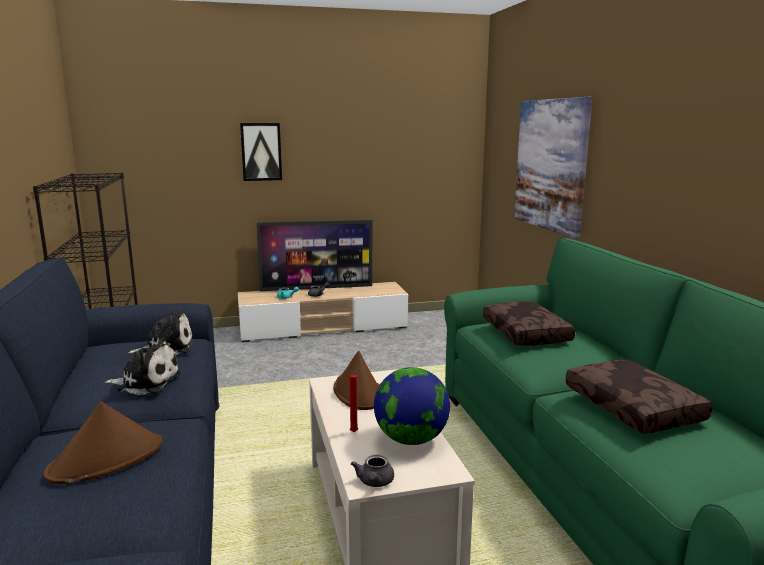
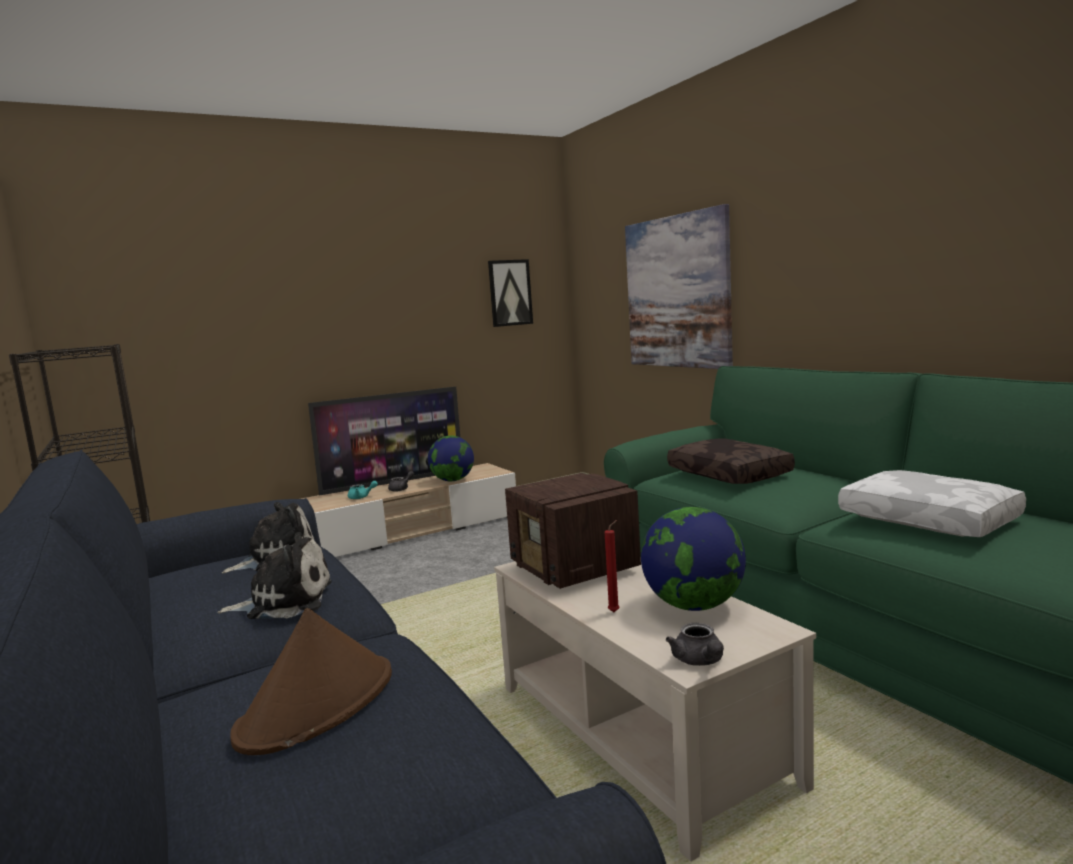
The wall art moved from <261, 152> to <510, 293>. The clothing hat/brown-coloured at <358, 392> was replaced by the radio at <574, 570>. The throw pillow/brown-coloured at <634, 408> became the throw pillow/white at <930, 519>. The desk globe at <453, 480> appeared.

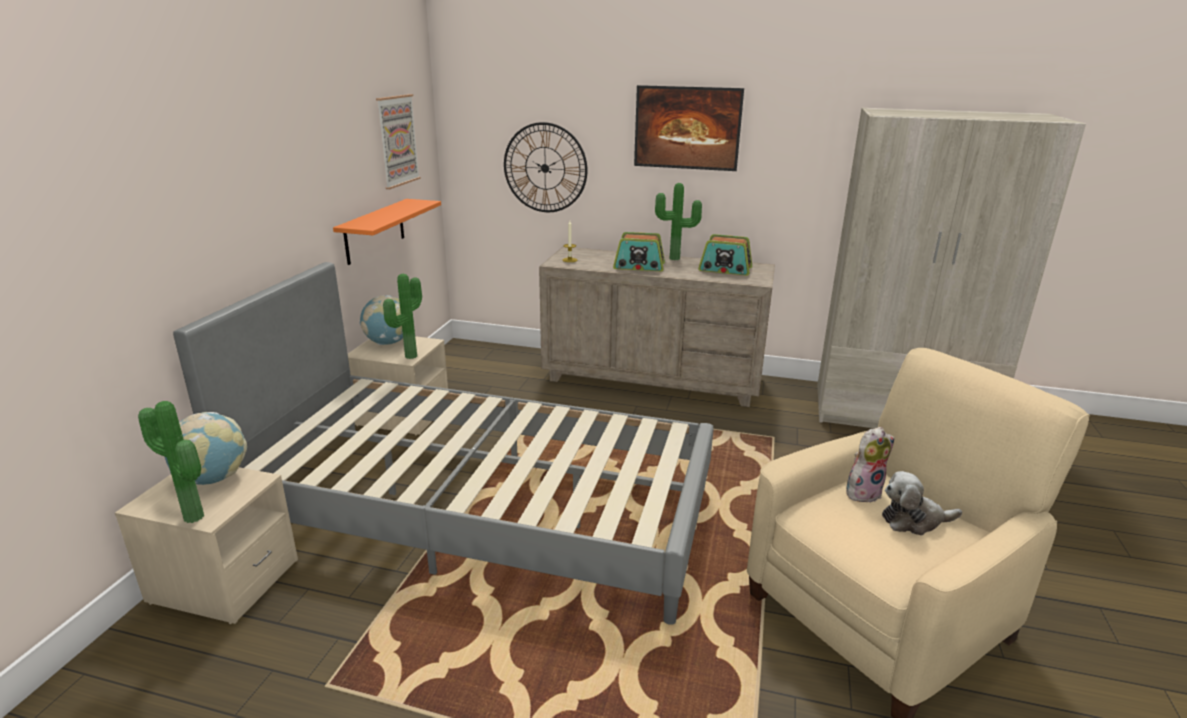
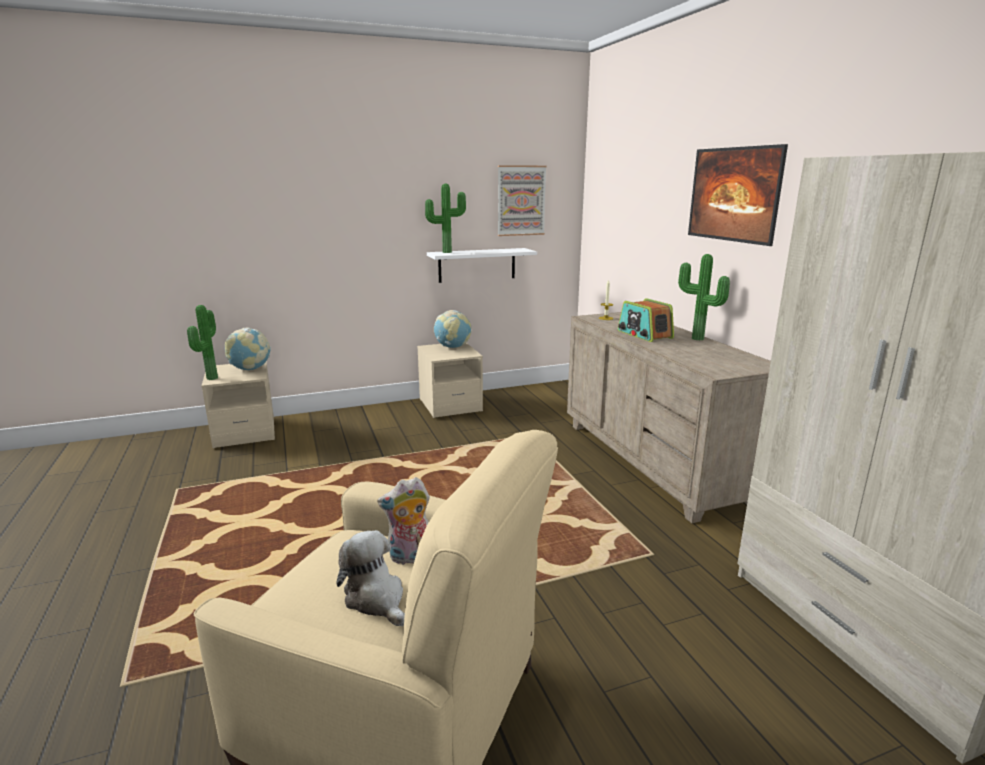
The bed/grey at <479, 510> disappeared. The bracket shelf/orange-coloured at <374, 231> became the bracket shelf/white at <477, 265>. The plant in a pot moved from <409, 356> to <446, 252>. The clock on the wall at <545, 168> disappeared. The radio at <725, 269> disappeared. The cuddly toy at <863, 492> turned 135 degrees clockwise.

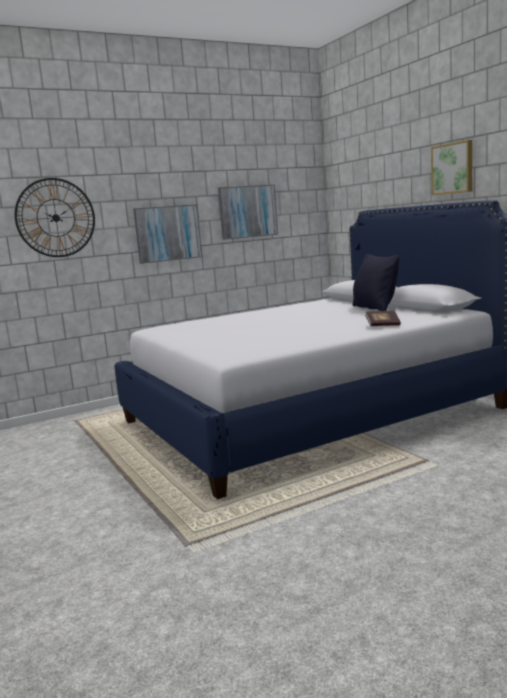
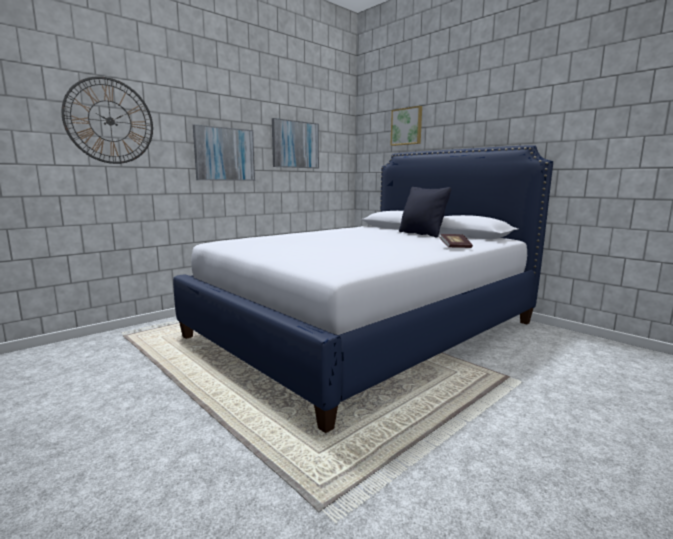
The wall art moved from <453, 168> to <407, 126>.

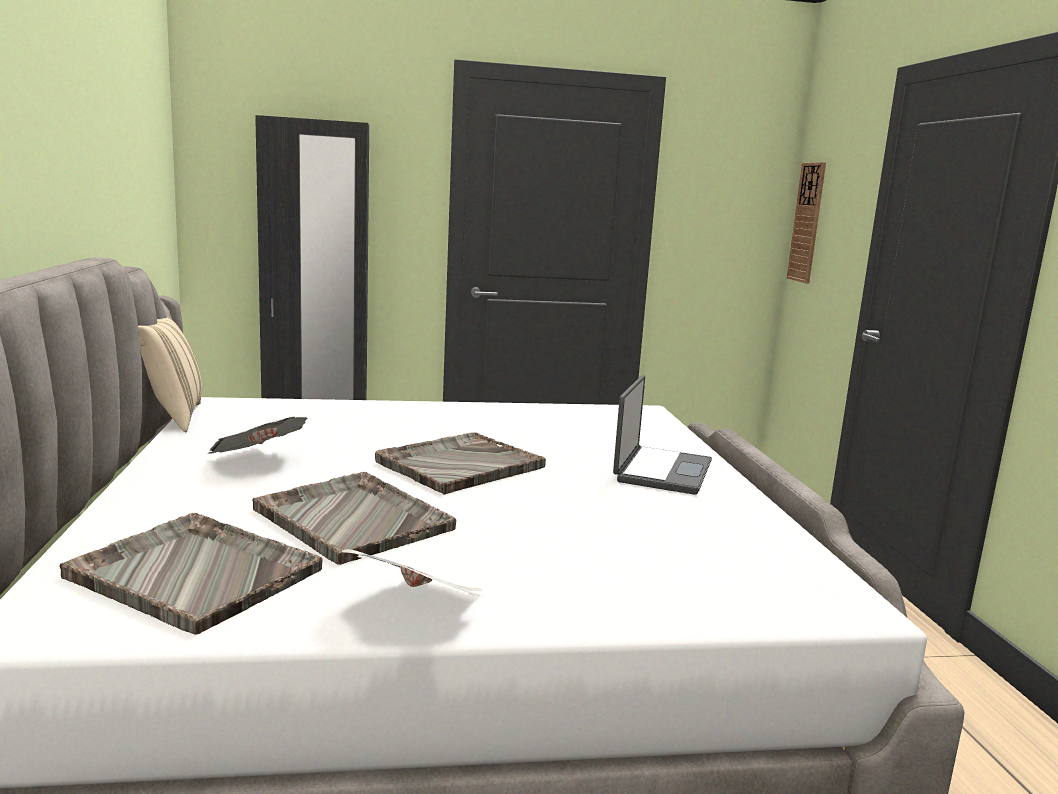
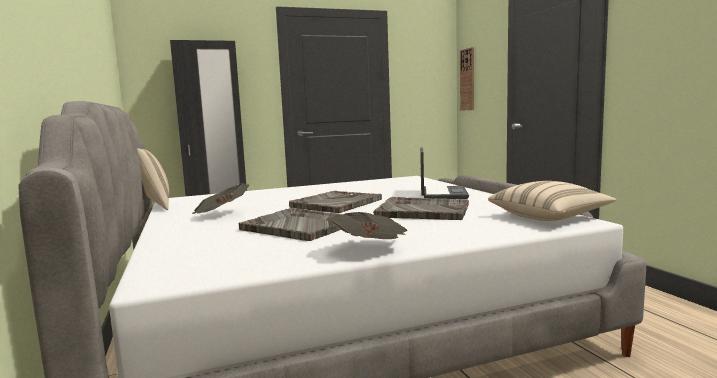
The carrying tray/grey moved from <193, 573> to <422, 211>. The throw pillow/beige at <549, 217> appeared.

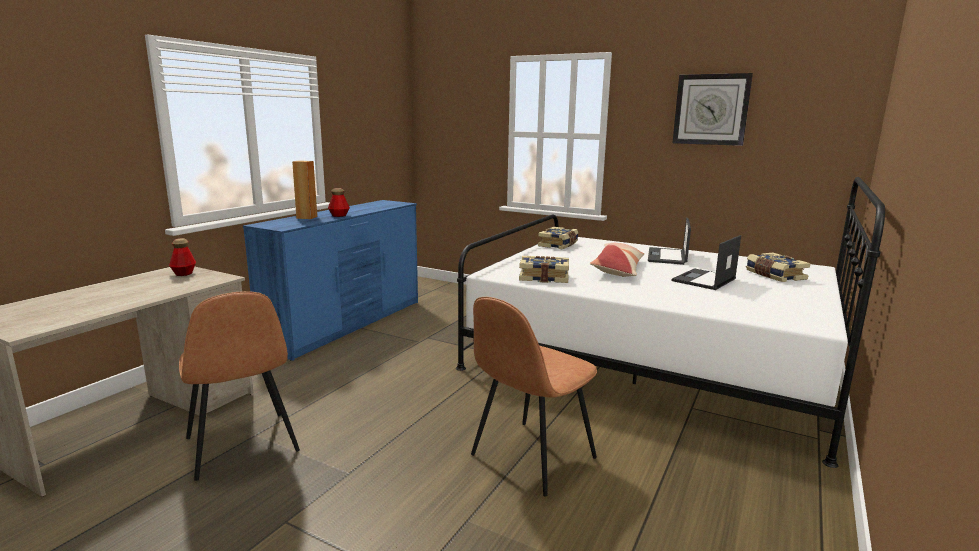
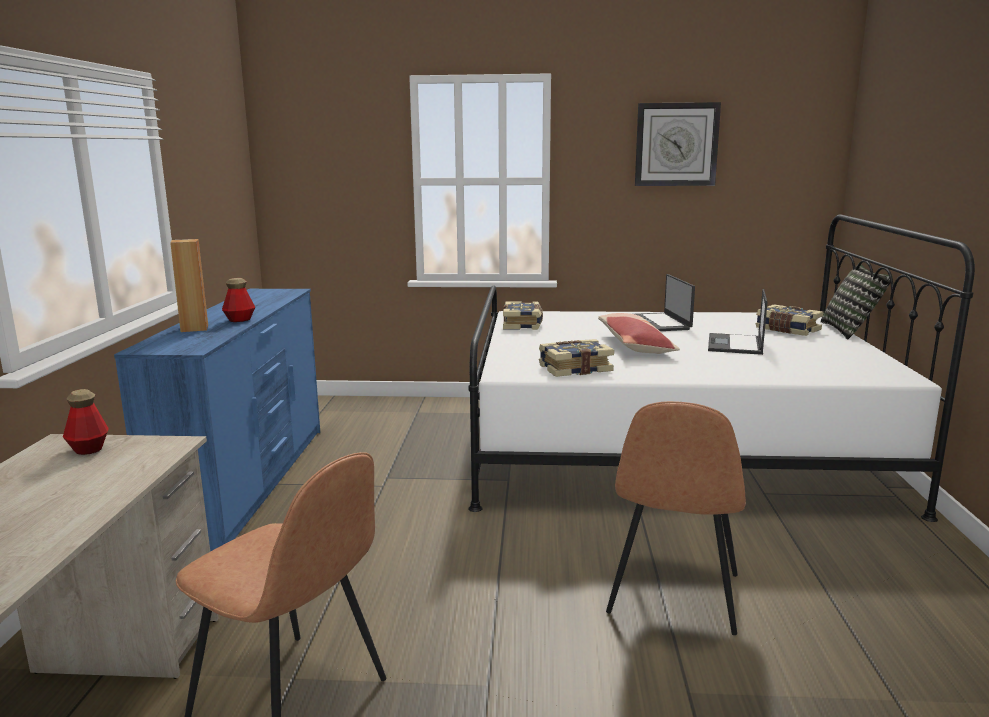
The throw pillow at <851, 330> appeared.

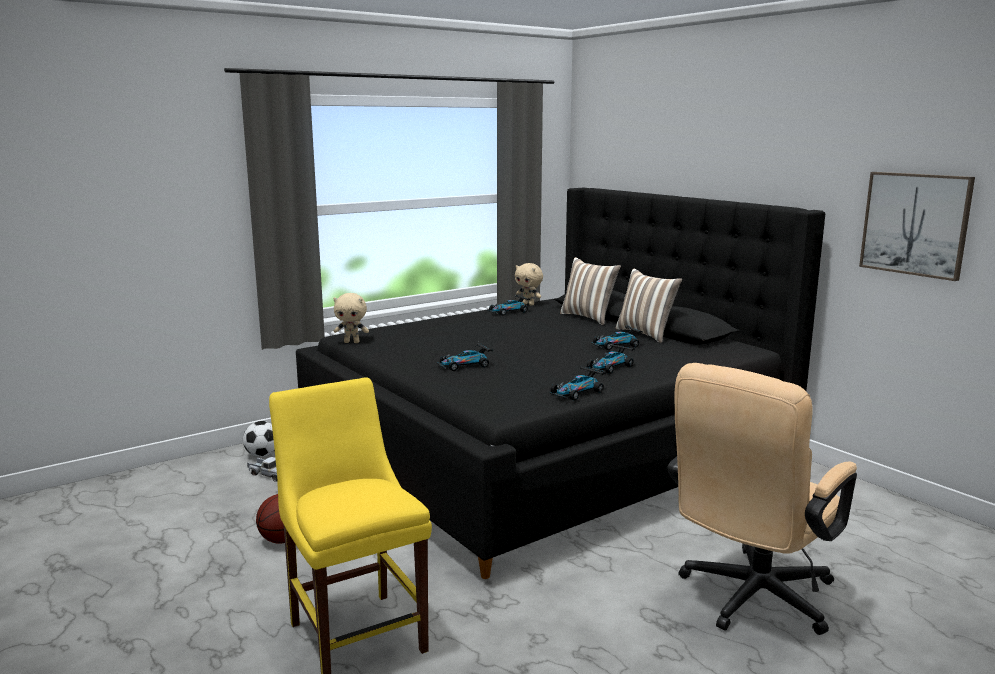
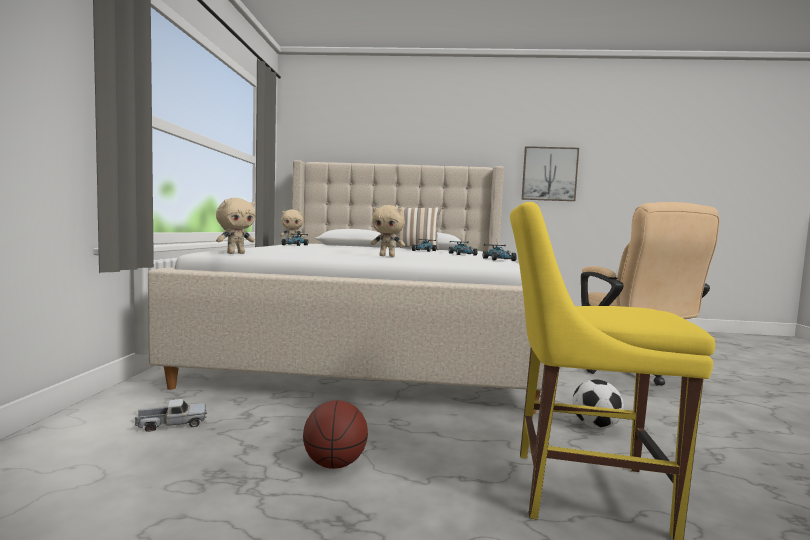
The football moved from <263, 455> to <595, 426>. The bed/black-coloured at <546, 452> became the bed/beige at <377, 345>. The model car at <464, 365> was replaced by the cuddly toy/beige at <387, 256>. The throw pillow at <589, 317> disappeared.

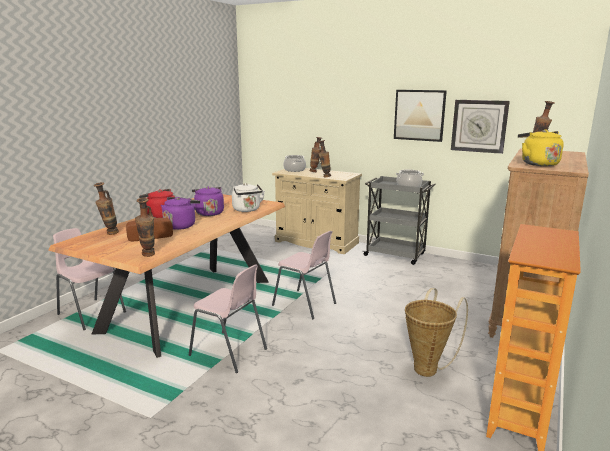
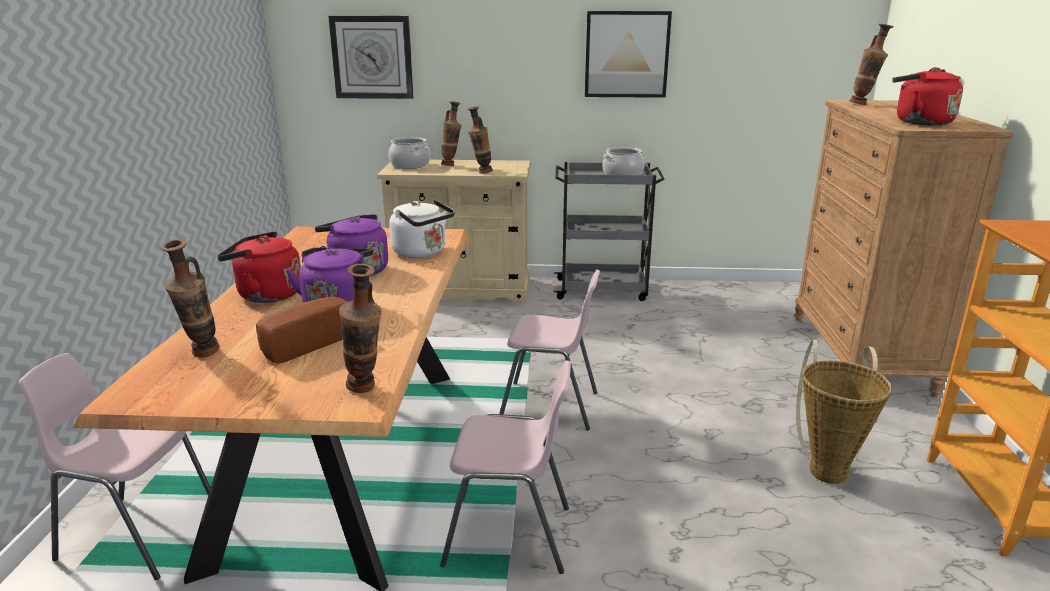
The clock on the wall moved from <479, 126> to <372, 57>. The kettle/yellow-coloured at <537, 164> became the kettle/reddish at <919, 122>.

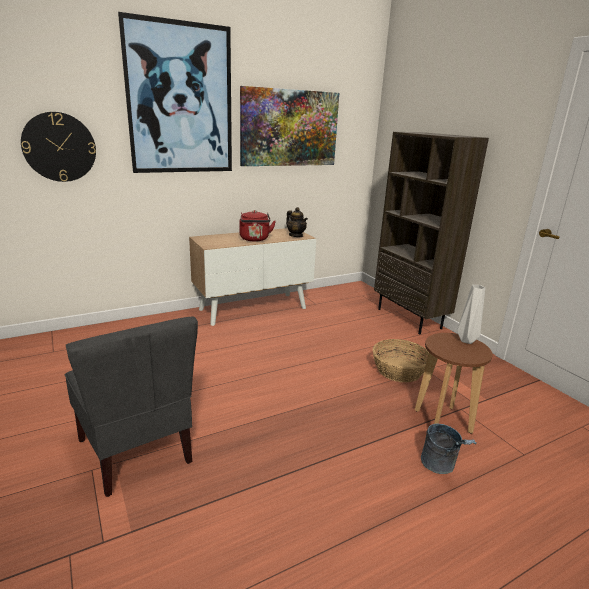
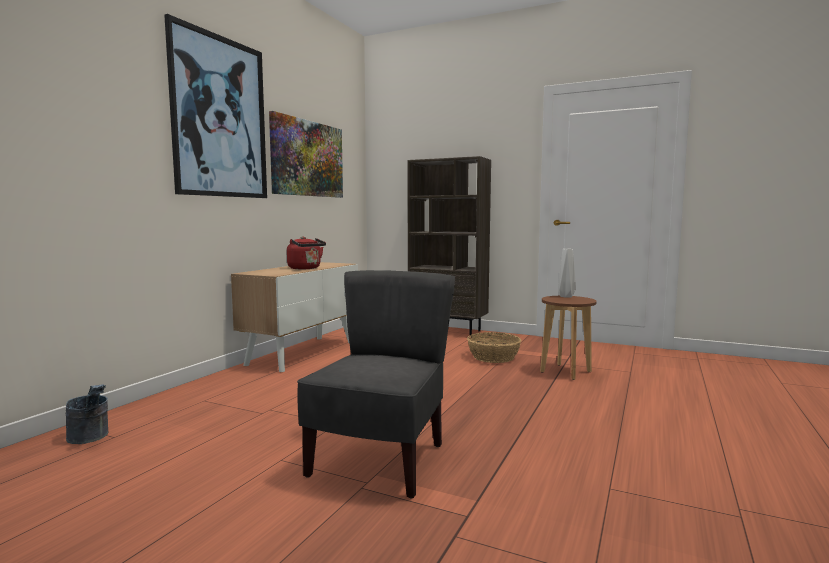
The clock on the wall at <59, 147> disappeared. The plain chair/grey at <137, 450> turned 90 degrees counterclockwise. The tea pot at <296, 235> disappeared. The water bucket/grey moved from <441, 466> to <91, 438>.

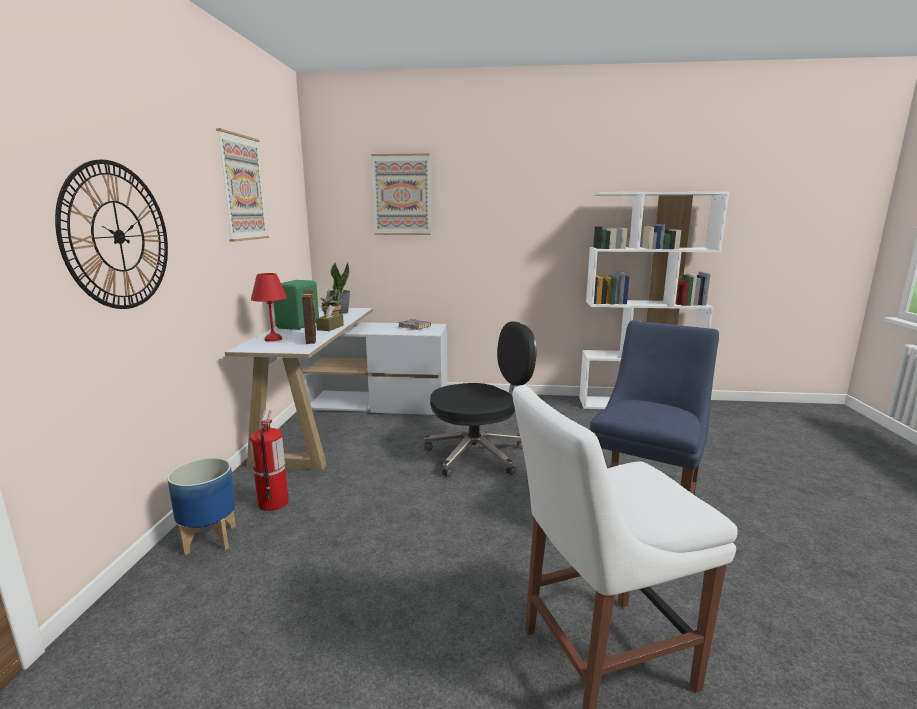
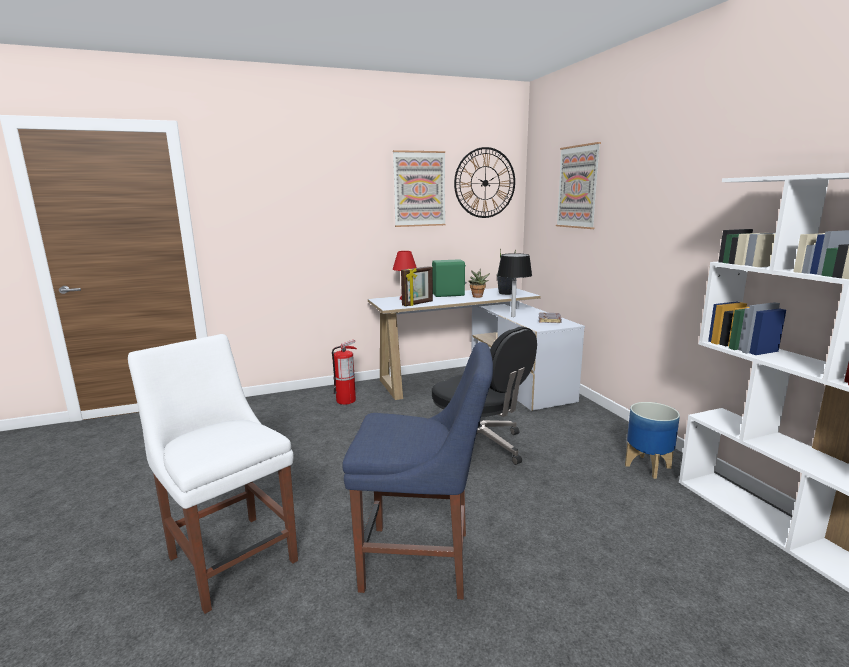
The clock on the wall moved from <118, 236> to <485, 183>. The flower pot moved from <210, 539> to <648, 466>. The tissue box/brown-coloured at <330, 327> disappeared. The tabletop lamp/black-coloured at <513, 316> appeared.

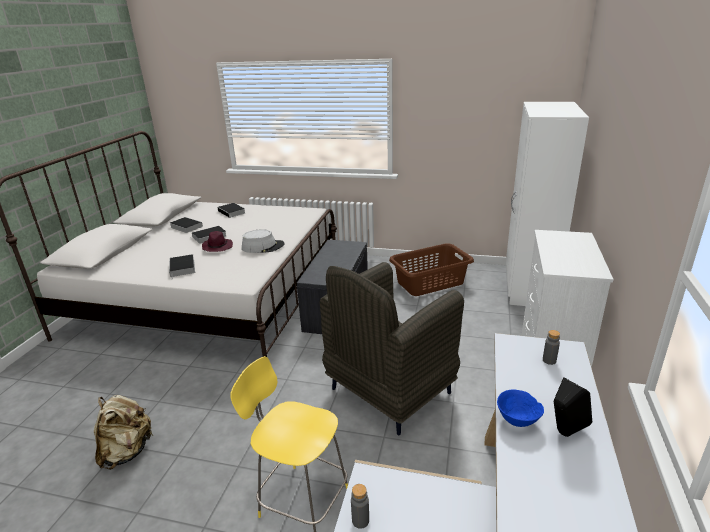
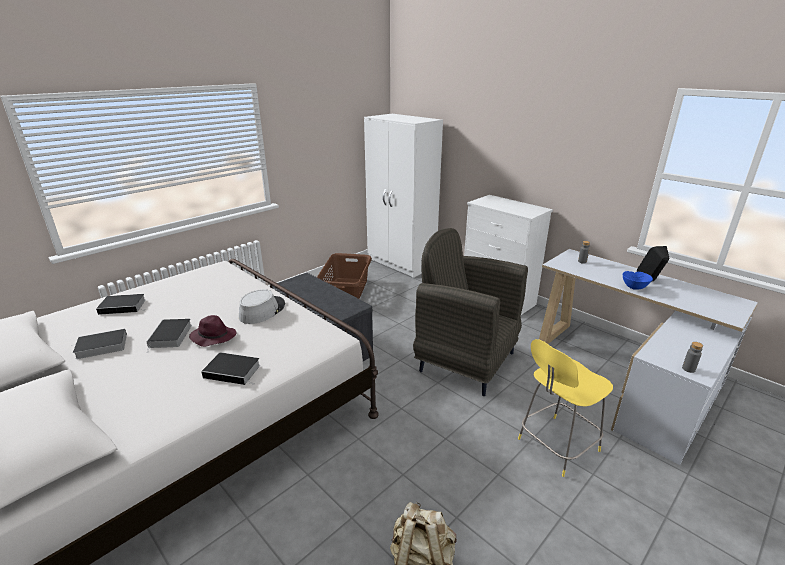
The easy chair/grey at <389, 392> turned 135 degrees clockwise.

